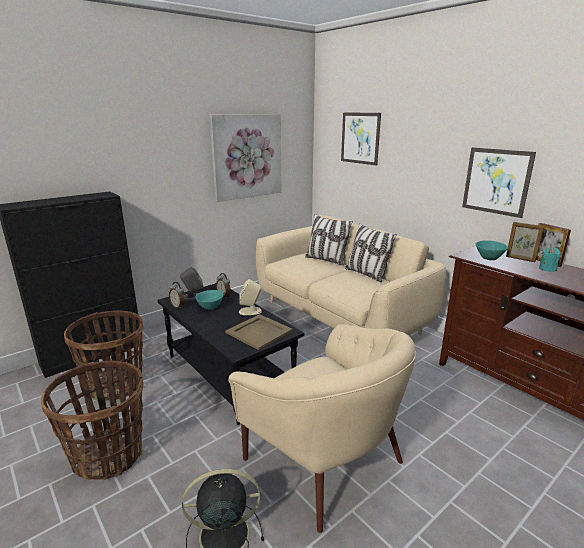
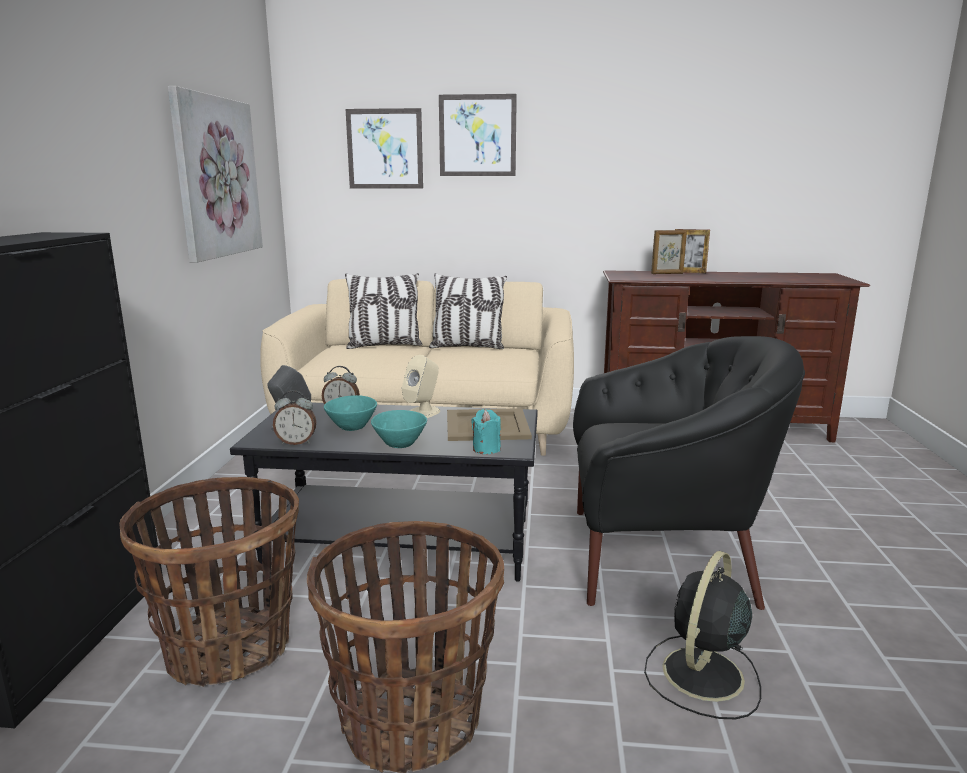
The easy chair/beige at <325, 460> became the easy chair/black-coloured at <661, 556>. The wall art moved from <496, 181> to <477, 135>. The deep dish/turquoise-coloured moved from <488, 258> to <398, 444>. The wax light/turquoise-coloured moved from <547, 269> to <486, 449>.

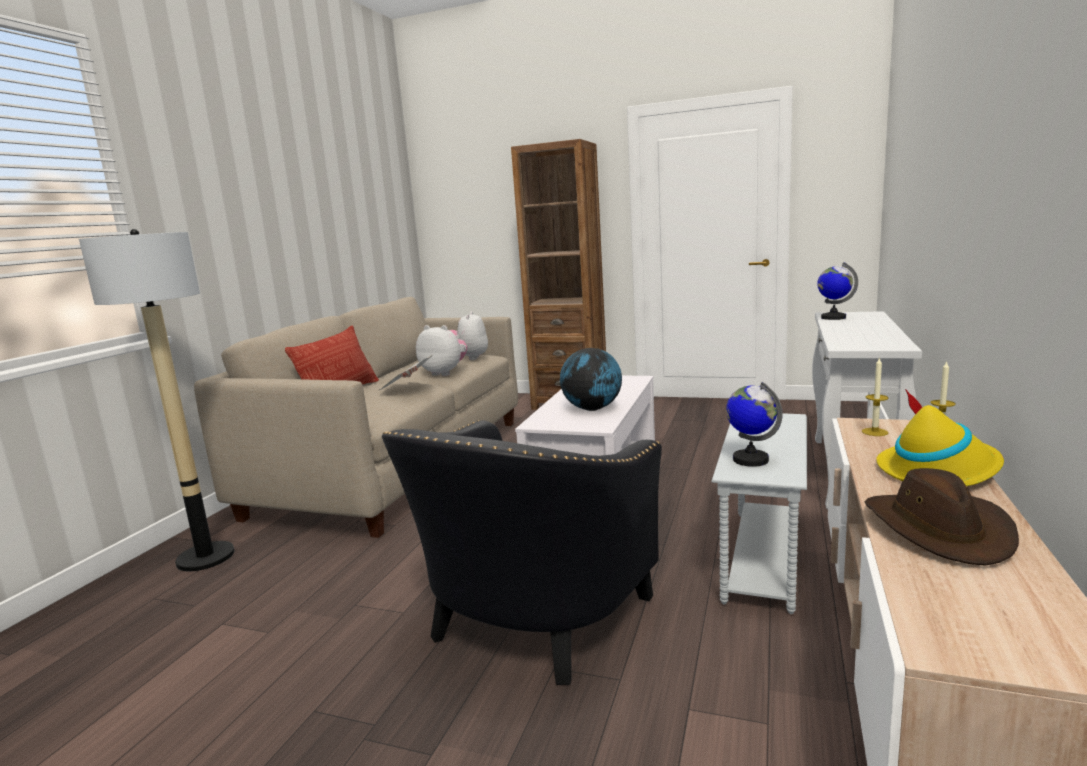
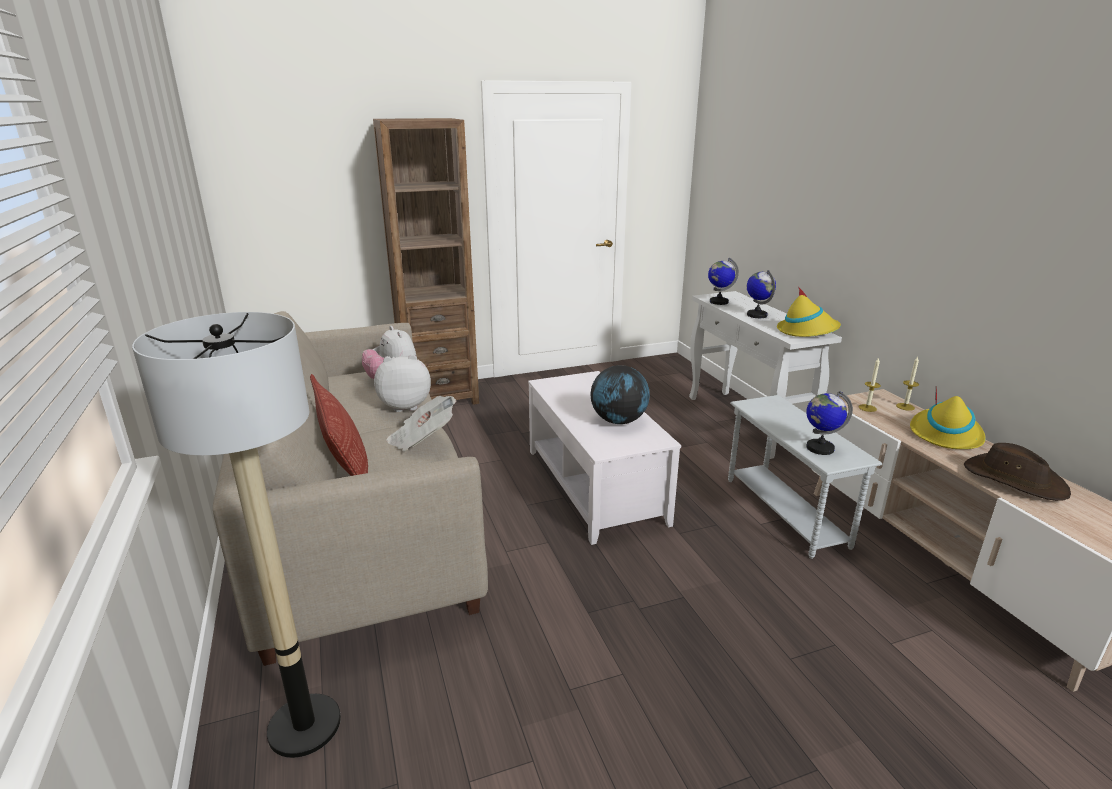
The easy chair/black-coloured at <530, 622> disappeared. The desk globe at <757, 315> appeared. The clothing hat/yellow-coloured at <807, 331> appeared.

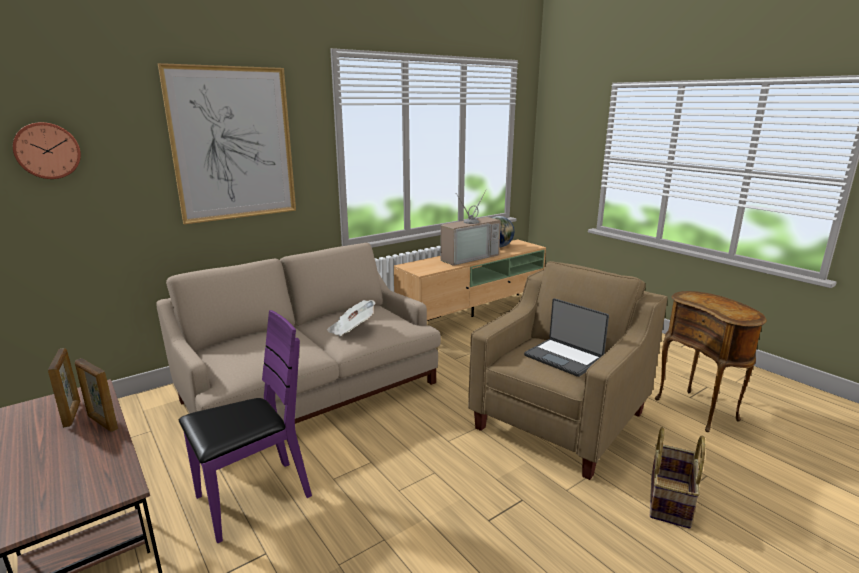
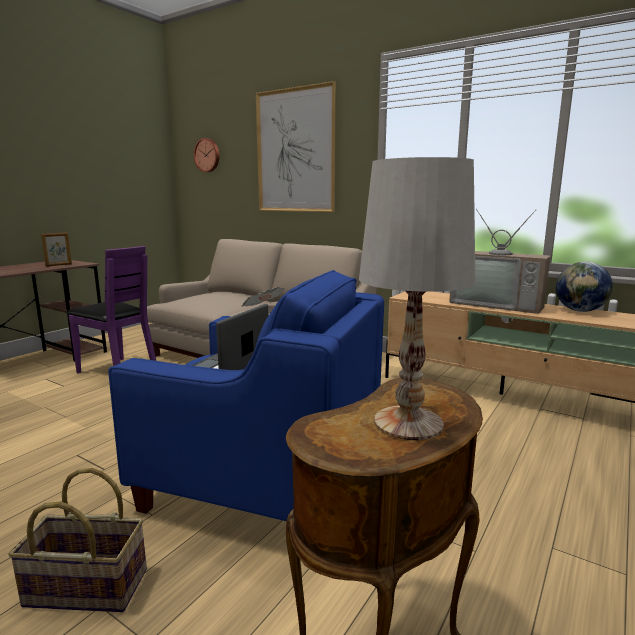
The picture frame at <102, 423> disappeared. The easy chair/beige at <561, 421> became the easy chair/blue-coloured at <264, 481>. The tabletop lamp/white at <409, 423> appeared.

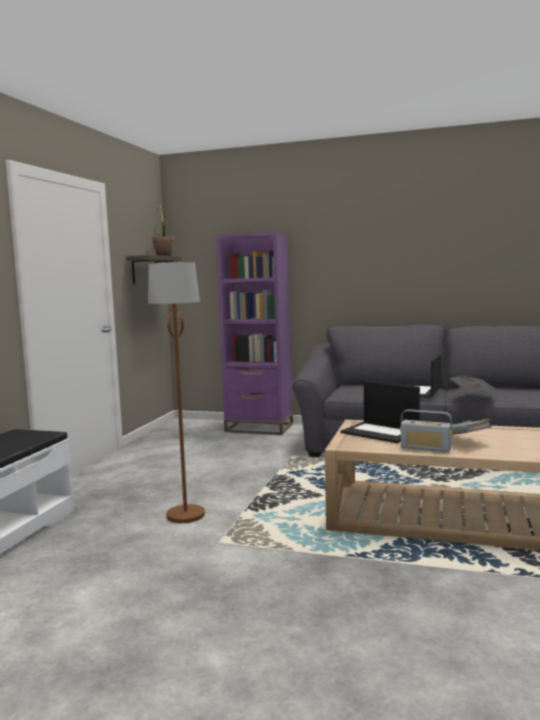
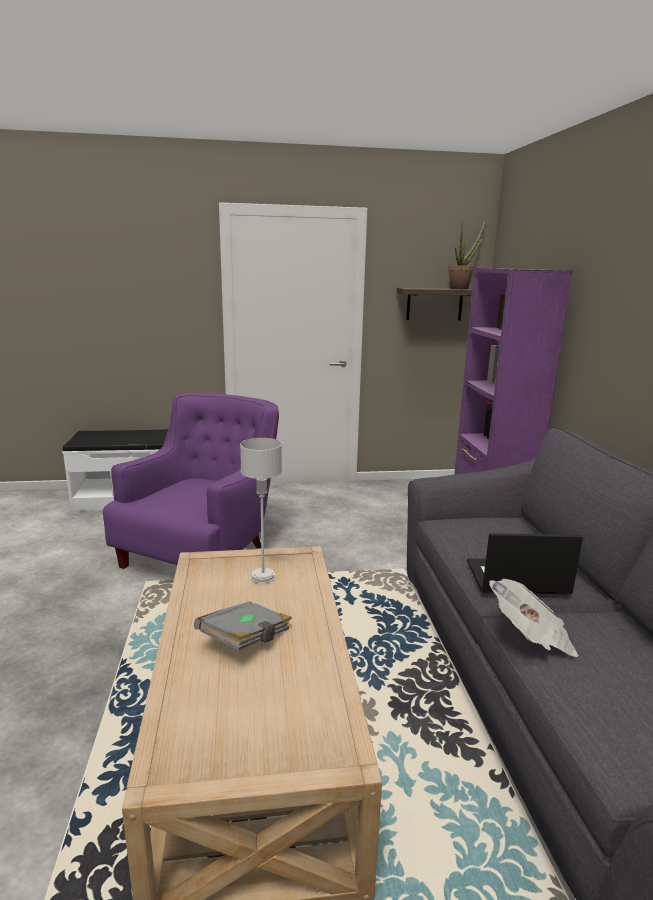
The standing lamp/brown-coloured at <185, 515> was replaced by the easy chair/purple-coloured at <203, 551>. The laptop at <381, 432> was replaced by the tabletop lamp/grey at <263, 576>. The radio at <425, 448> disappeared.

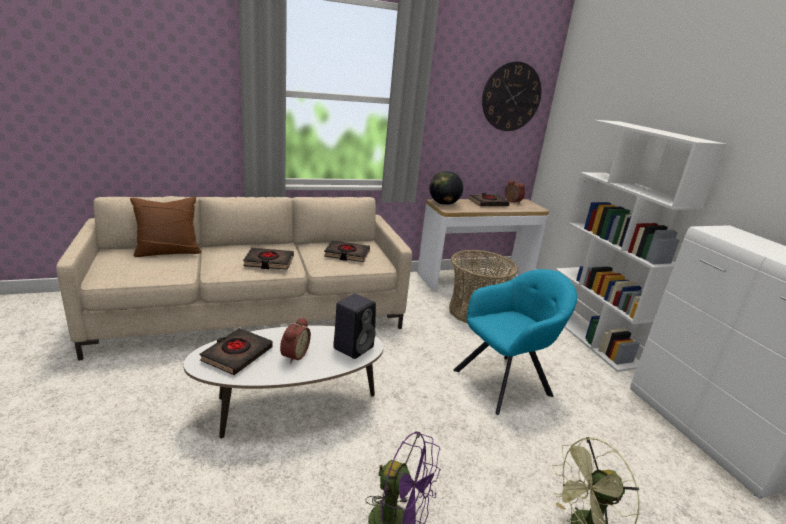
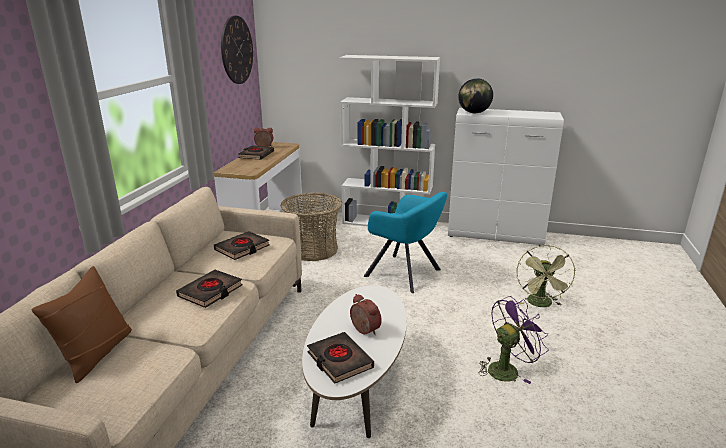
The audio speaker/black-coloured at <354, 347> disappeared. The desk globe moved from <443, 204> to <474, 113>. The easy chair/turquoise-coloured at <505, 381> turned 120 degrees clockwise.

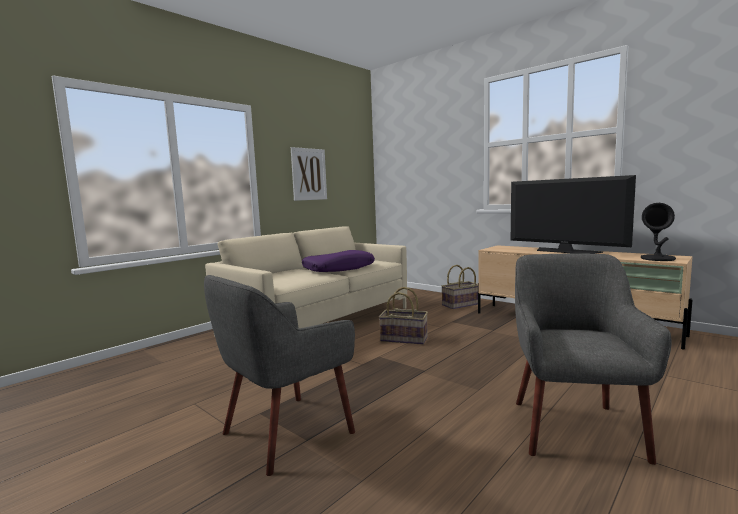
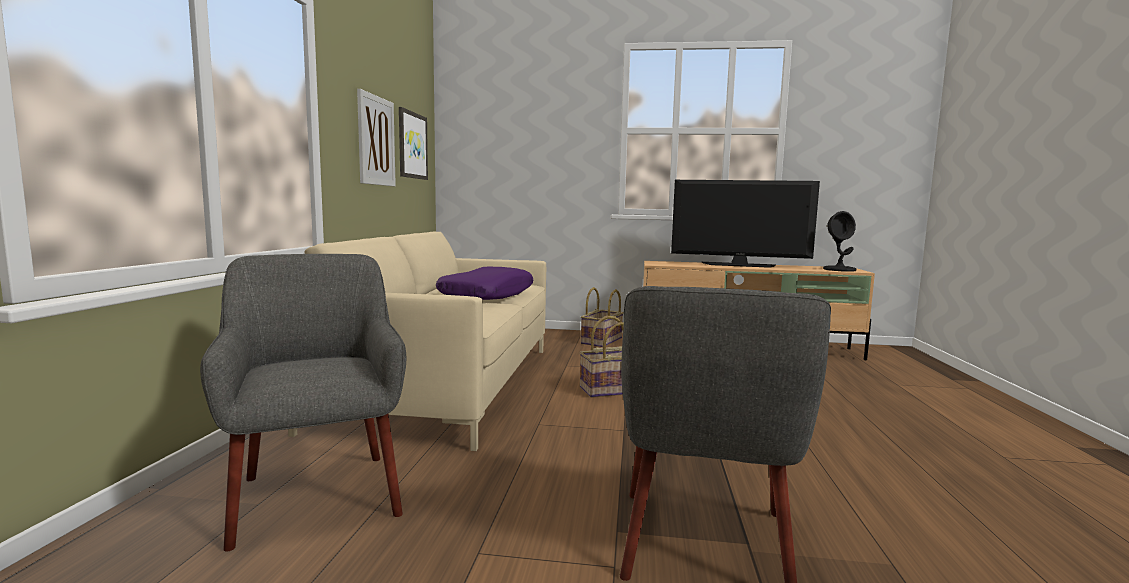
The easy chair/grey moved from <574, 428> to <317, 495>. The wall art at <412, 145> appeared.

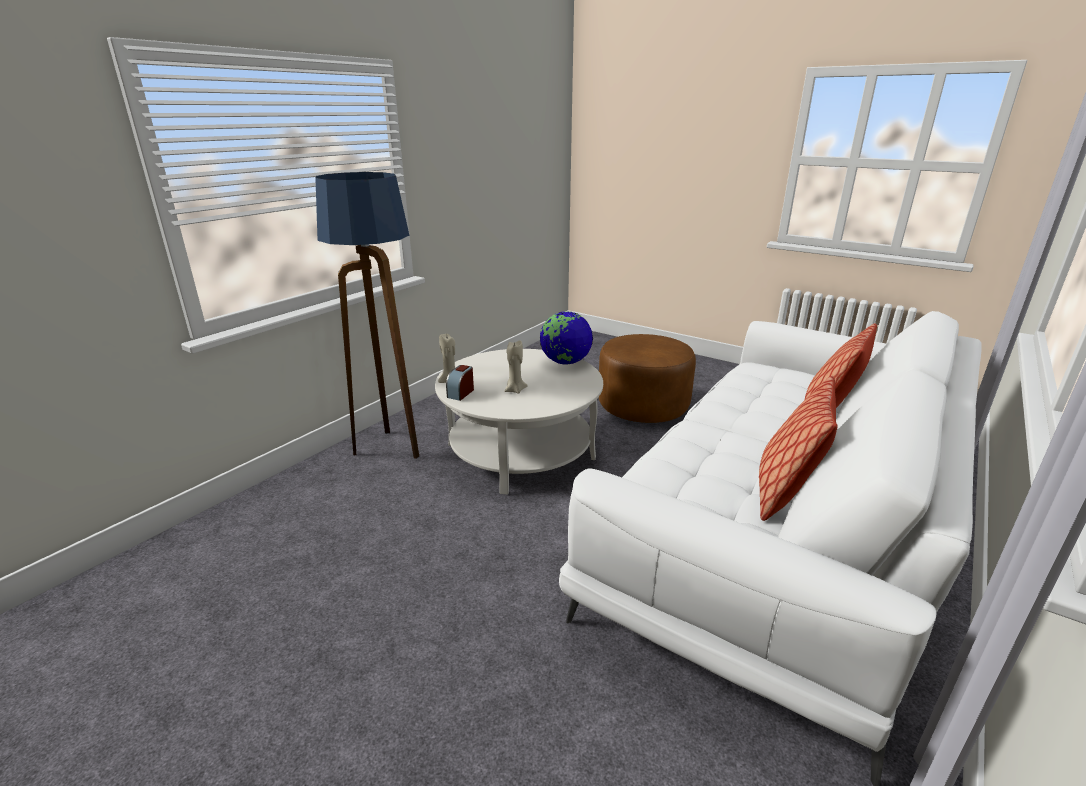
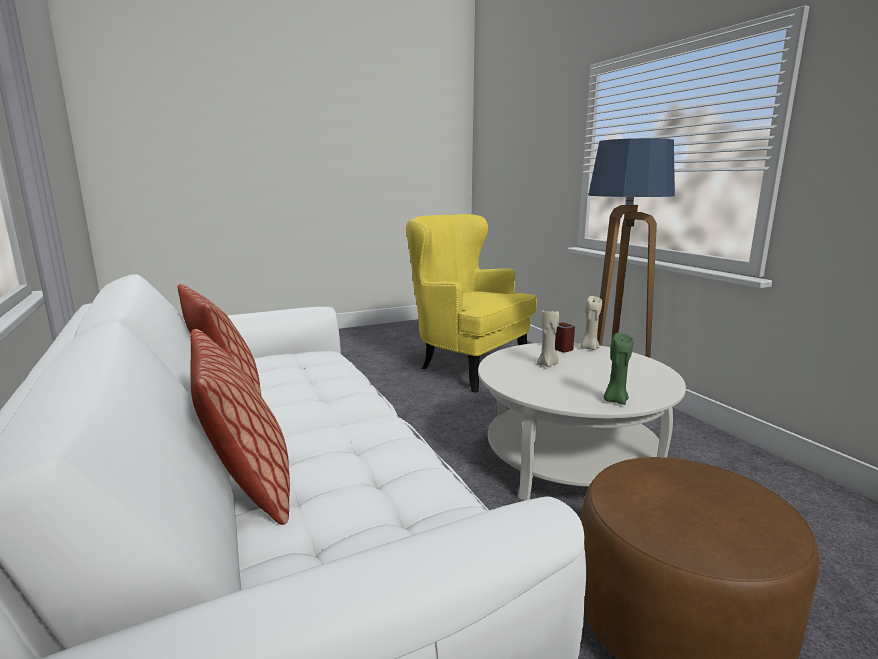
The desk globe at <565, 362> was replaced by the wax light/green-coloured at <615, 400>. The easy chair/yellow-coloured at <467, 366> appeared.

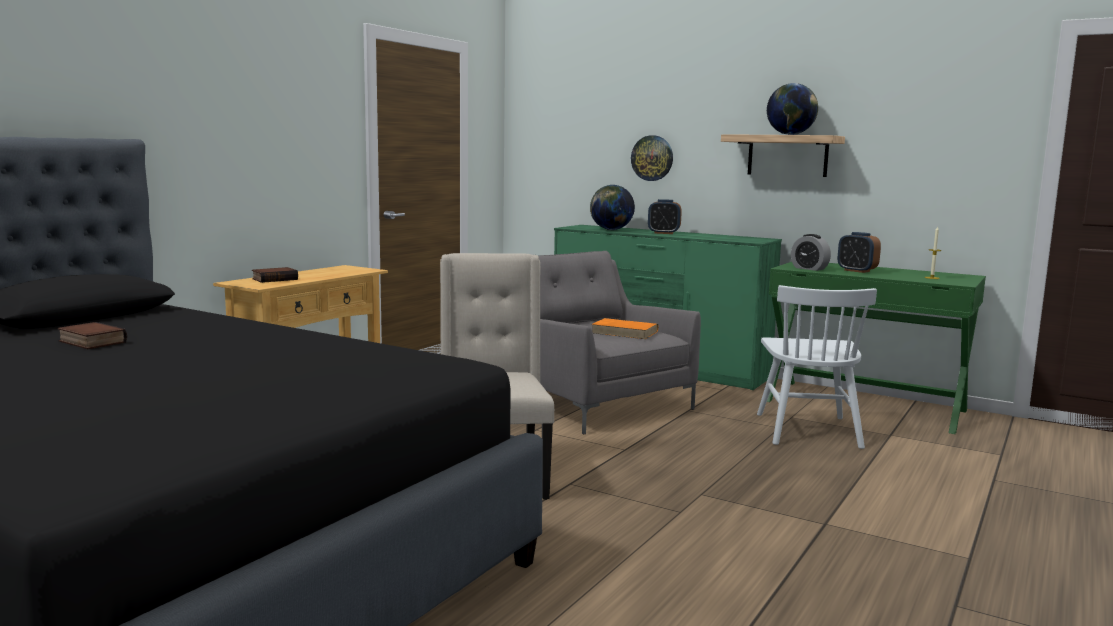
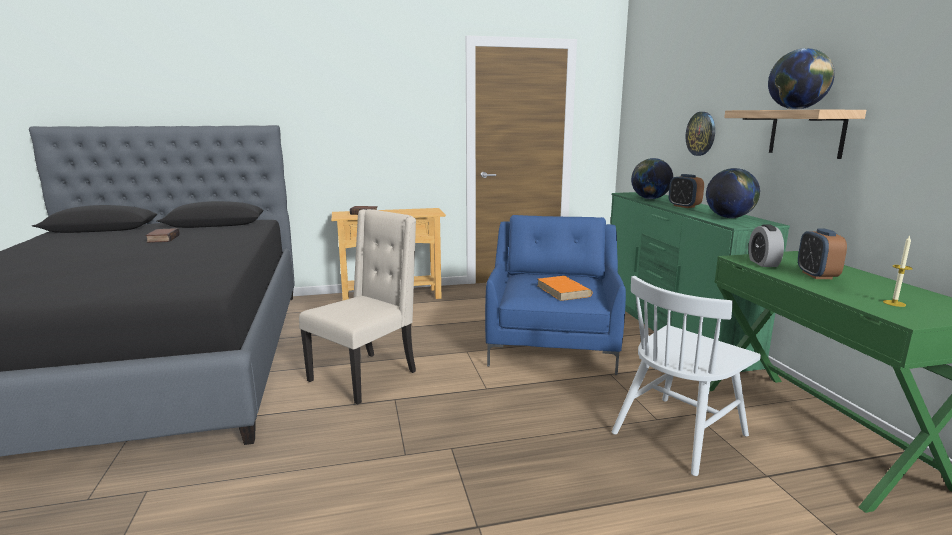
The easy chair/grey at <594, 402> became the easy chair/blue-coloured at <553, 343>. The desk globe at <729, 218> appeared.

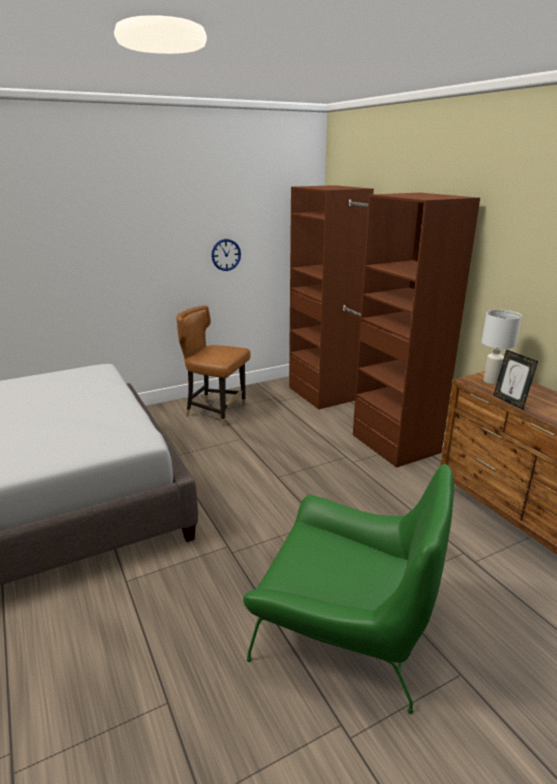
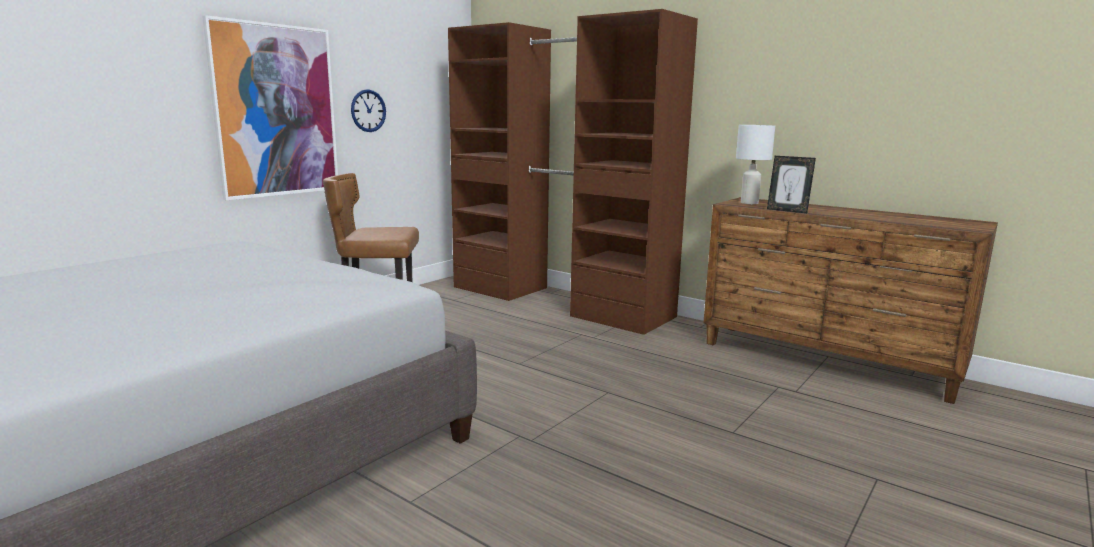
The easy chair/green-coloured at <346, 629> disappeared. The wall art at <276, 111> appeared.

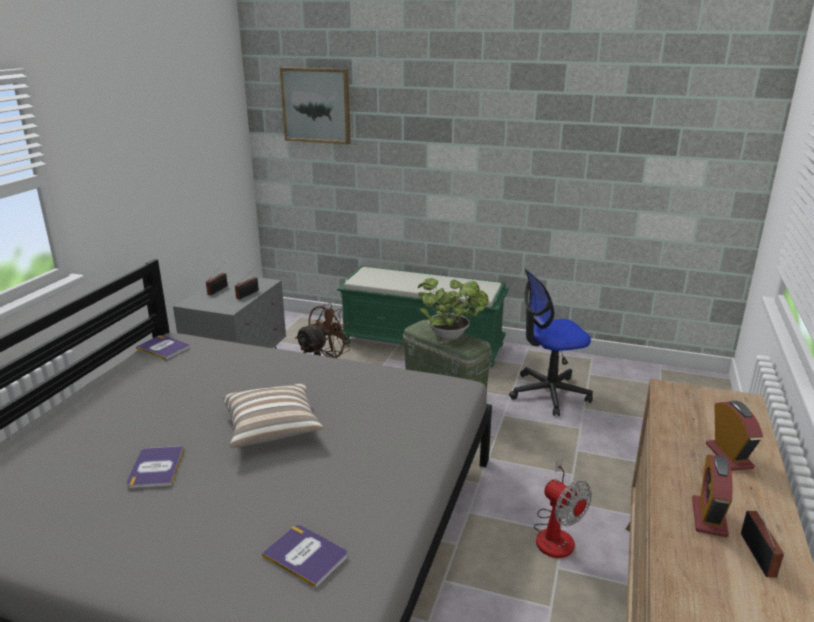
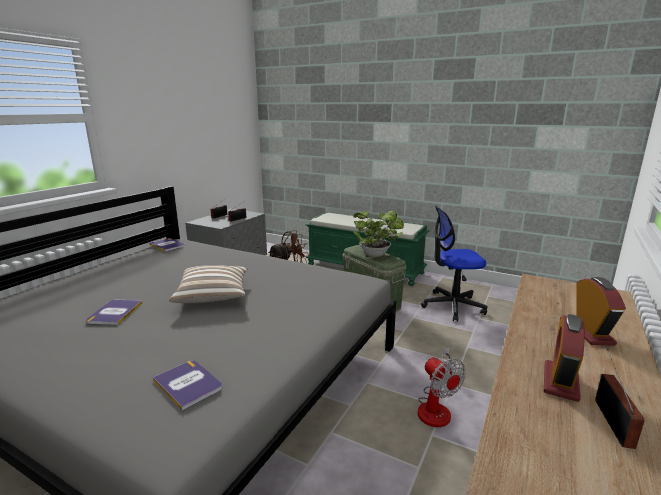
The wall art at <316, 105> disappeared.

